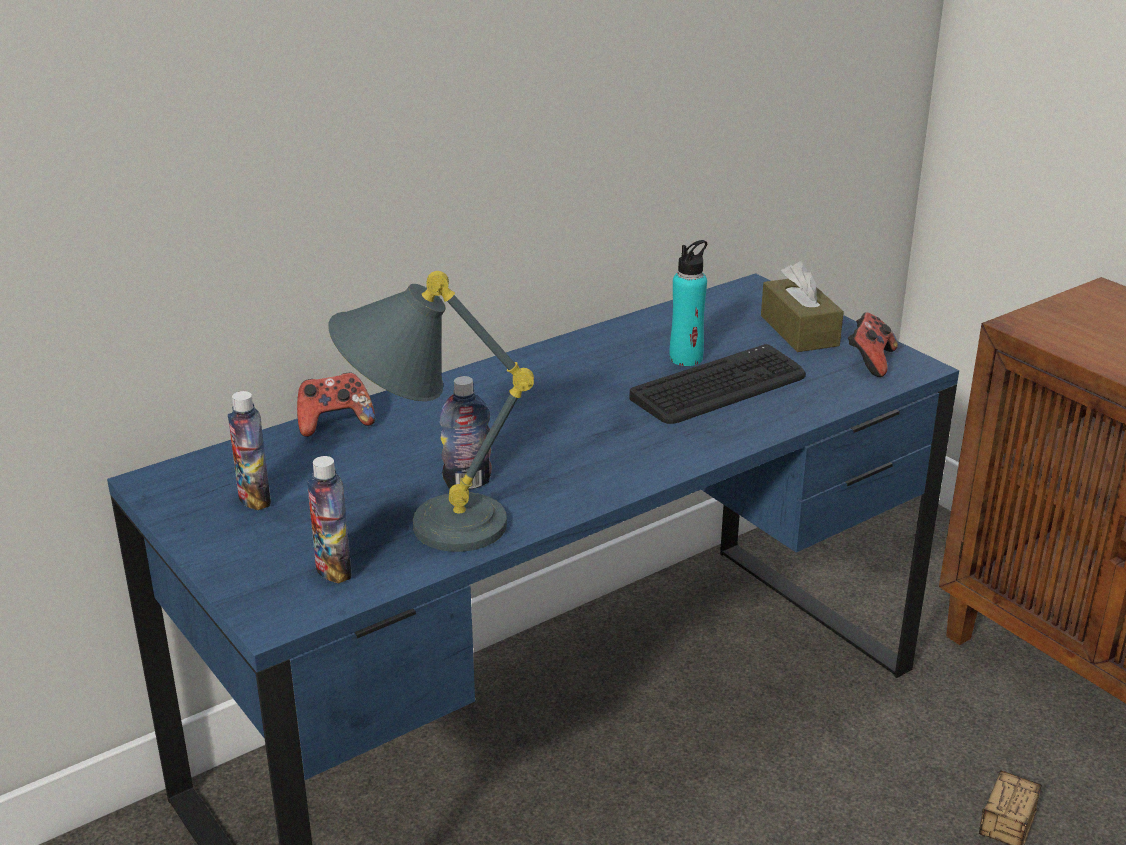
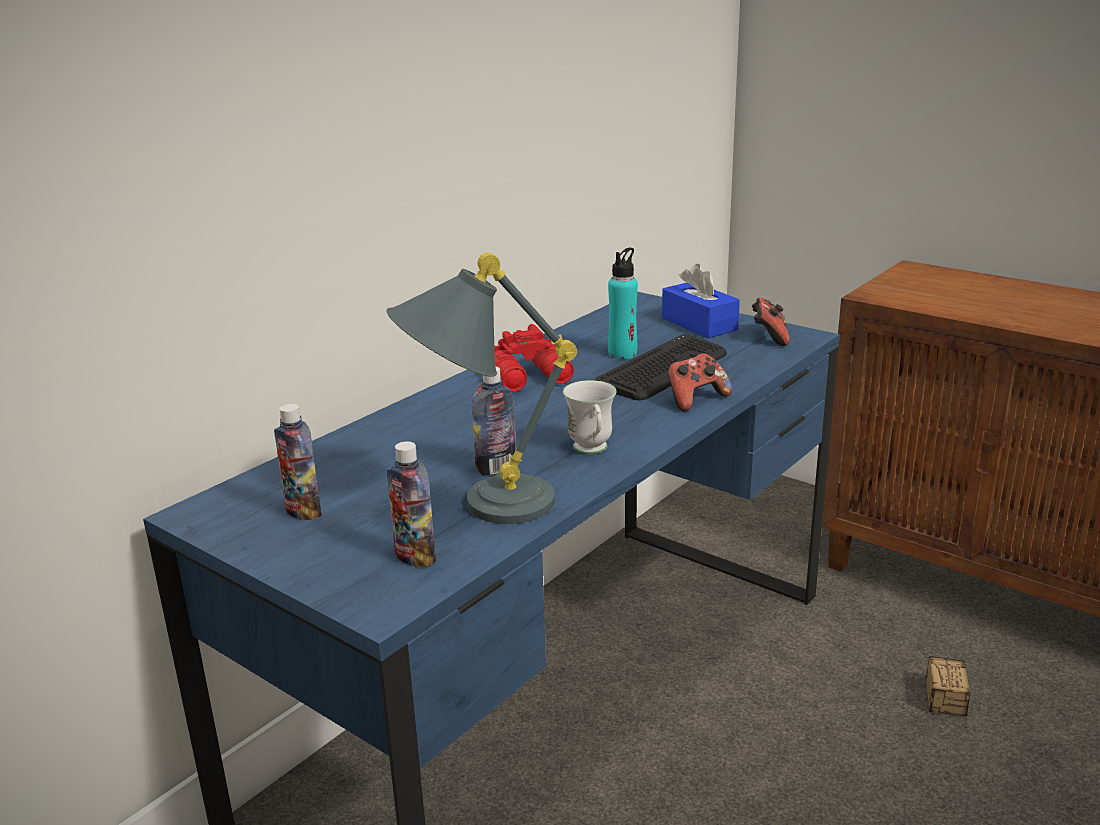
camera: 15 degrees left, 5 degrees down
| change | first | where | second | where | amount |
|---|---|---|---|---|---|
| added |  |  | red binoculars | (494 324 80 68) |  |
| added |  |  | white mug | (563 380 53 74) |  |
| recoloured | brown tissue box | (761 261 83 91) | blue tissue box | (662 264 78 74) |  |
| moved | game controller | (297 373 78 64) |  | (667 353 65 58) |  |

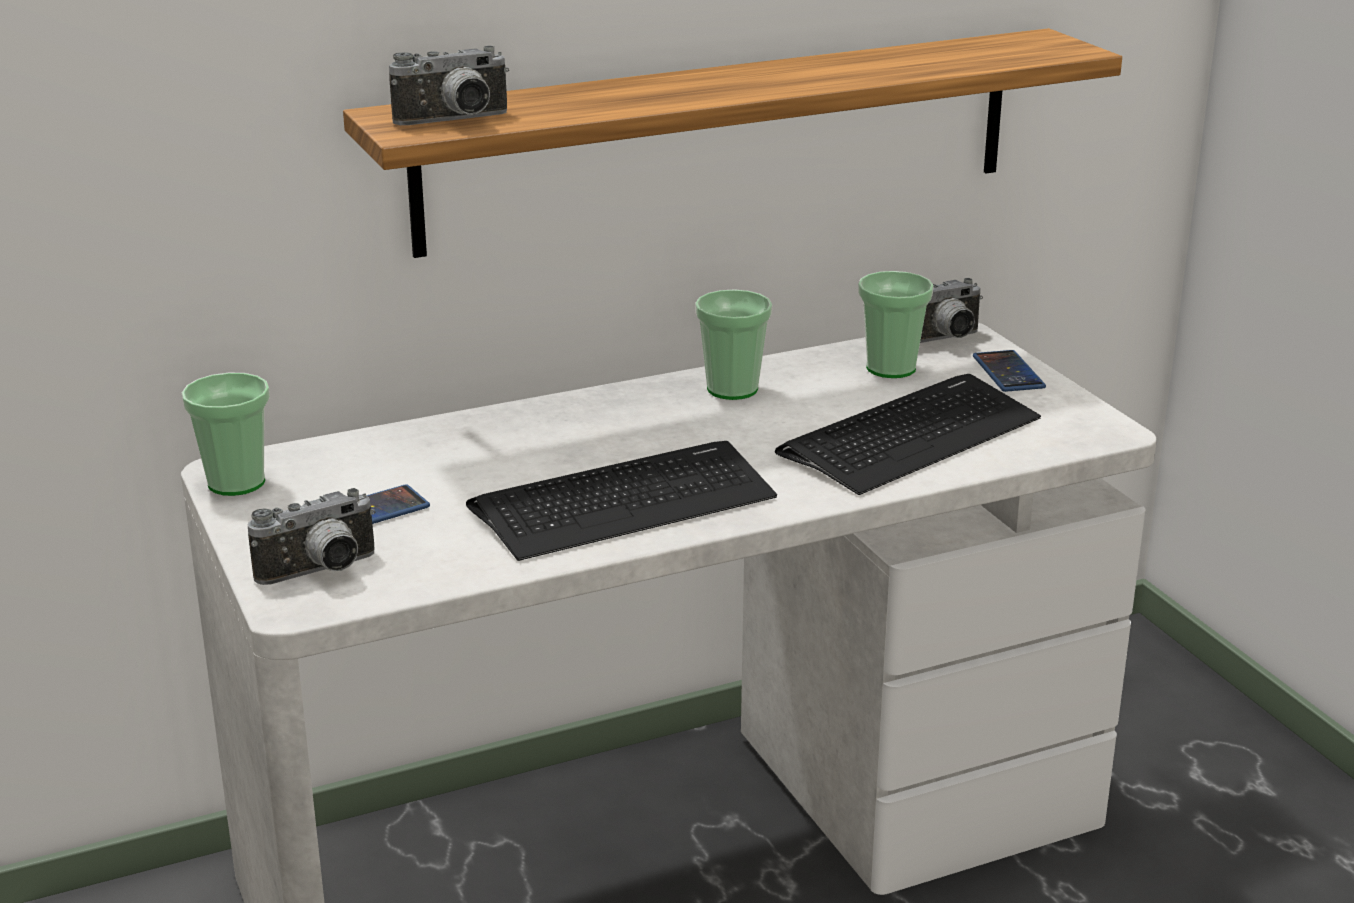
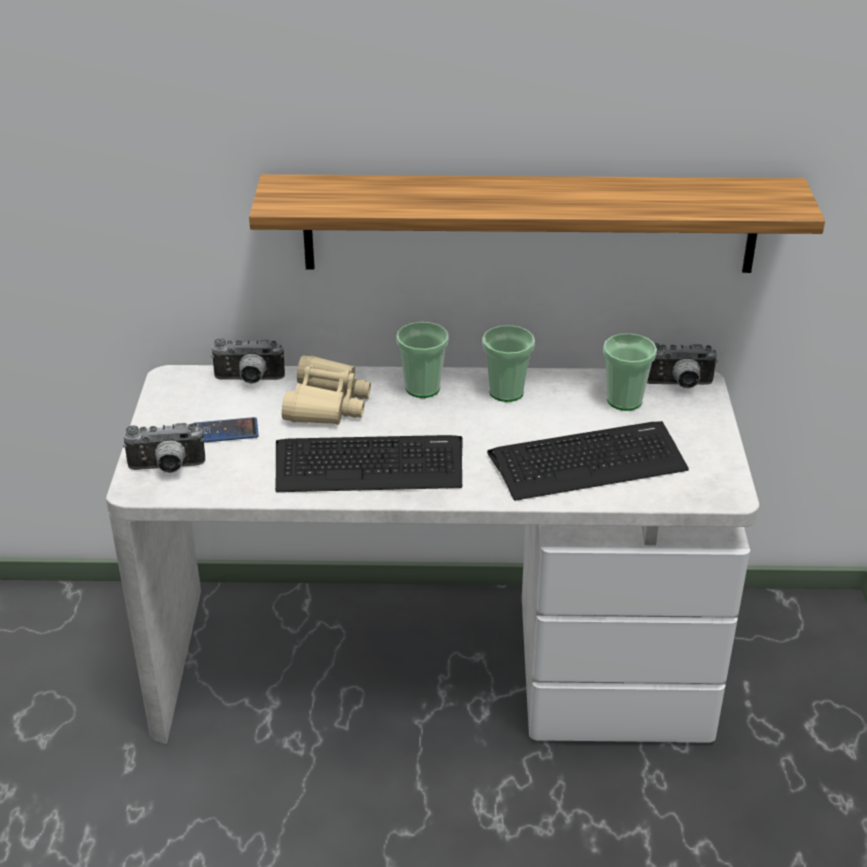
camera: 25 degrees right, 10 degrees up
| change | first | where | second | where | amount |
|---|---|---|---|---|---|
| moved | photo camera | (389 45 120 80) |  | (211 338 74 46) |  |
| added |  |  | beige binoculars | (282 355 89 70) |  |
| moved | cup | (182 373 88 123) |  | (396 322 53 76) |  |
| removed | phone | (973 350 73 42) |  |  |  |

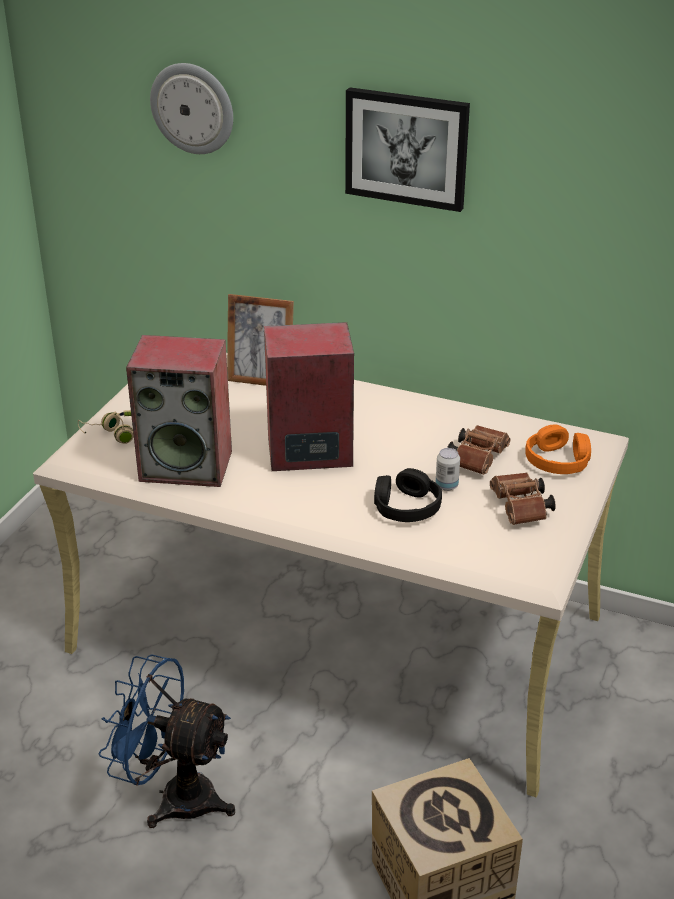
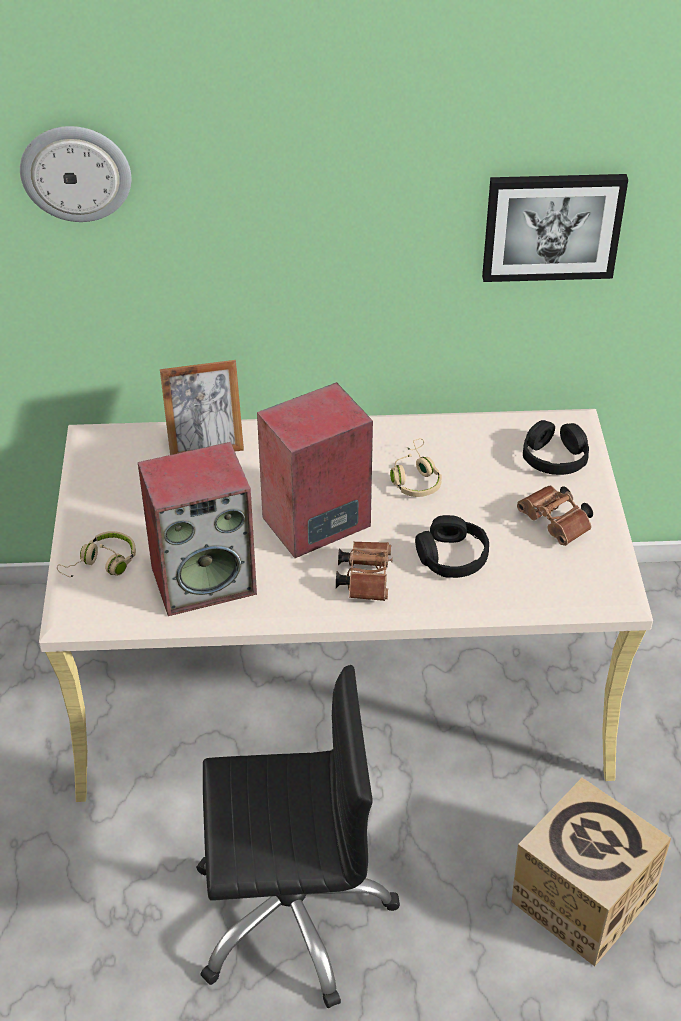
camera: 25 degrees left, 10 degrees up
| change | first | where | second | where | amount |
|---|---|---|---|---|---|
| replaced | blue fan | (99 654 136 174) | black office chair | (197 665 203 343) |  |
| moved | brown binoculars | (447 425 64 50) |  | (336 541 57 60) |  |
| added |  |  | beige headphones | (390 438 52 59) |  |
| moved | picture | (345 87 125 125) |  | (482 174 146 108) |  |
| recoloured | orange headphones | (525 425 66 49) | black headphones | (523 420 66 55) |  |
| removed | can | (436 448 24 43) |  |  |  |

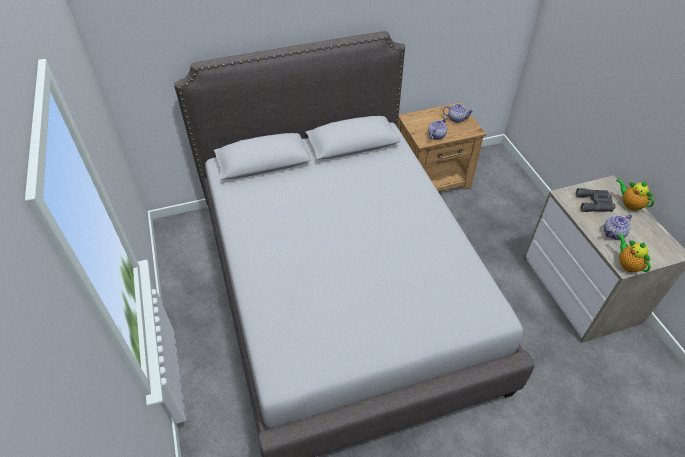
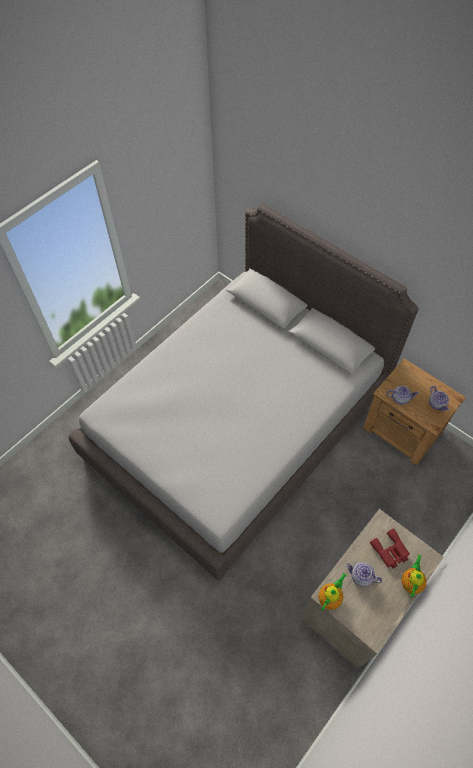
camera: 60 degrees right, 10 degrees up
| change | first | where | second | where | amount |
|---|---|---|---|---|---|
| recoloured | grey binoculars | (576 188 40 24) | red binoculars | (370 528 40 41) |  |

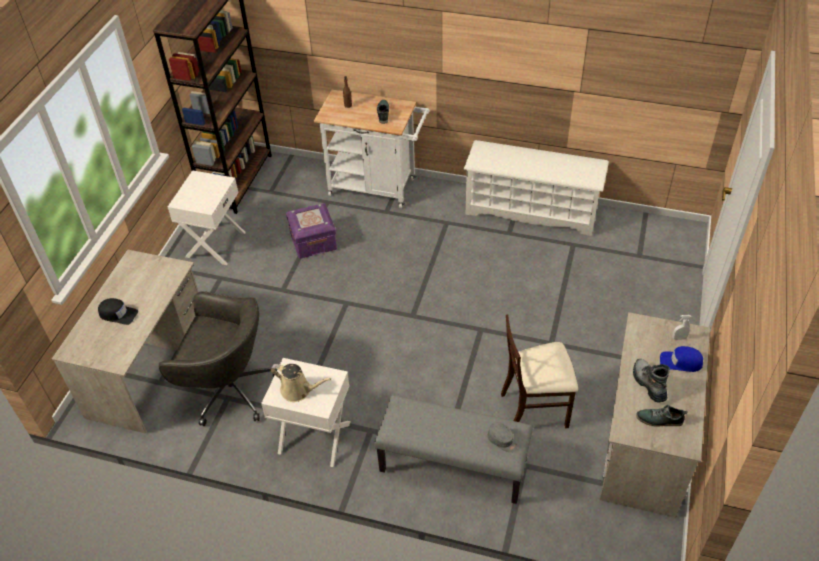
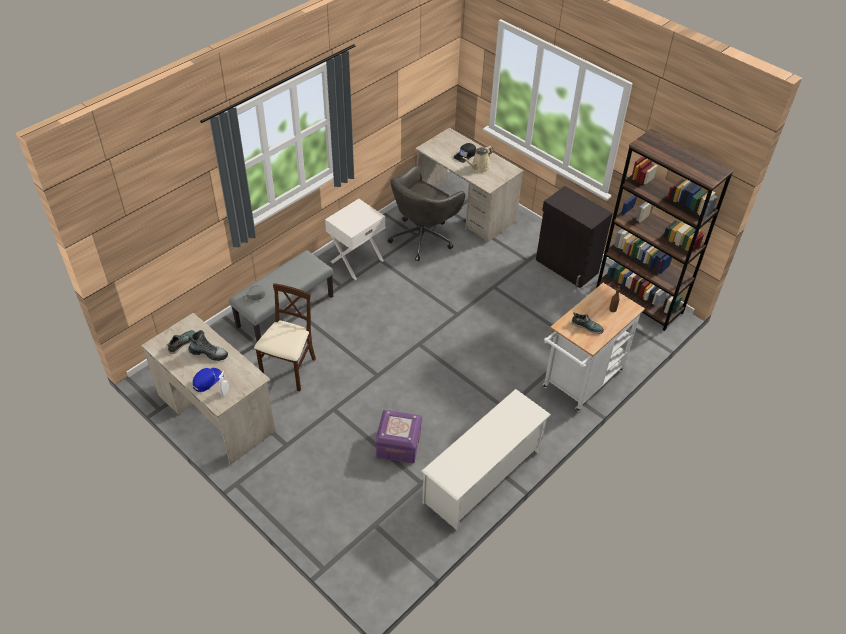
camera: 115 degrees right, 0 degrees up
| change | first | where | second | where | amount |
|---|---|---|---|---|---|
| moved | purple storage box | (286 203 51 56) |  | (375 410 47 53) |  |
| moved | beige watering can | (270 364 61 38) |  | (462 146 31 27) |  |
| replaced | white nightstand | (168 170 78 95) | black cabinet | (536 186 77 102) |  |

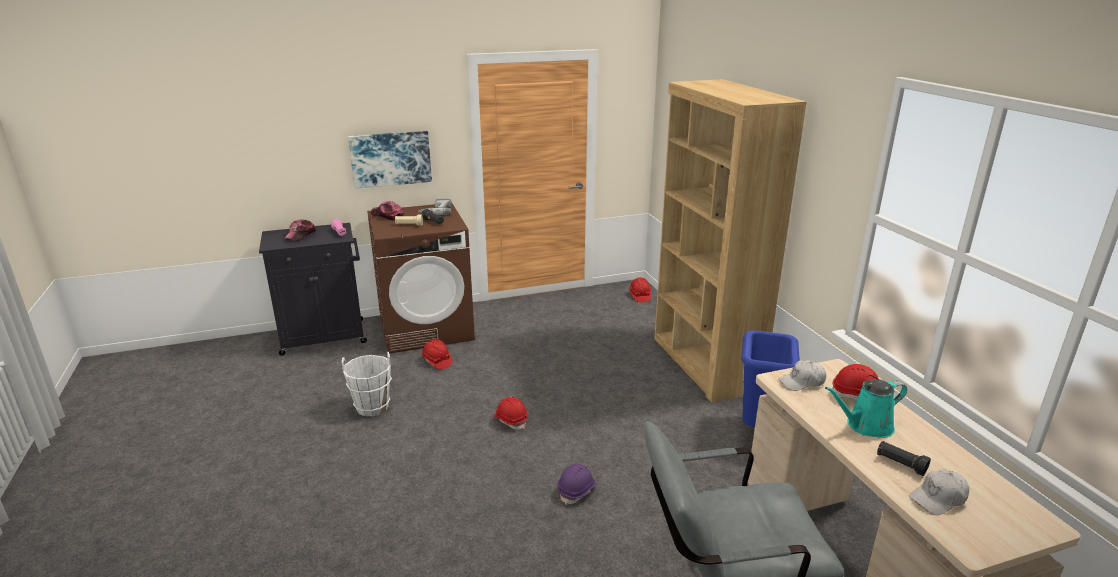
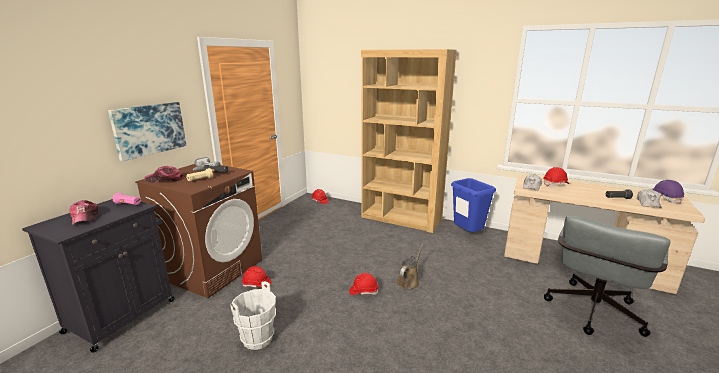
camera: 45 degrees left, 5 degrees down
| change | first | where | second | where | amount |
|---|---|---|---|---|---|
| added |  |  | brown watering can | (397 244 26 45) |  |
| moved | purple hard hat | (557 464 40 41) |  | (652 180 32 24) |  |
| removed | turquoise watering can | (825 379 82 59) |  |  |  |

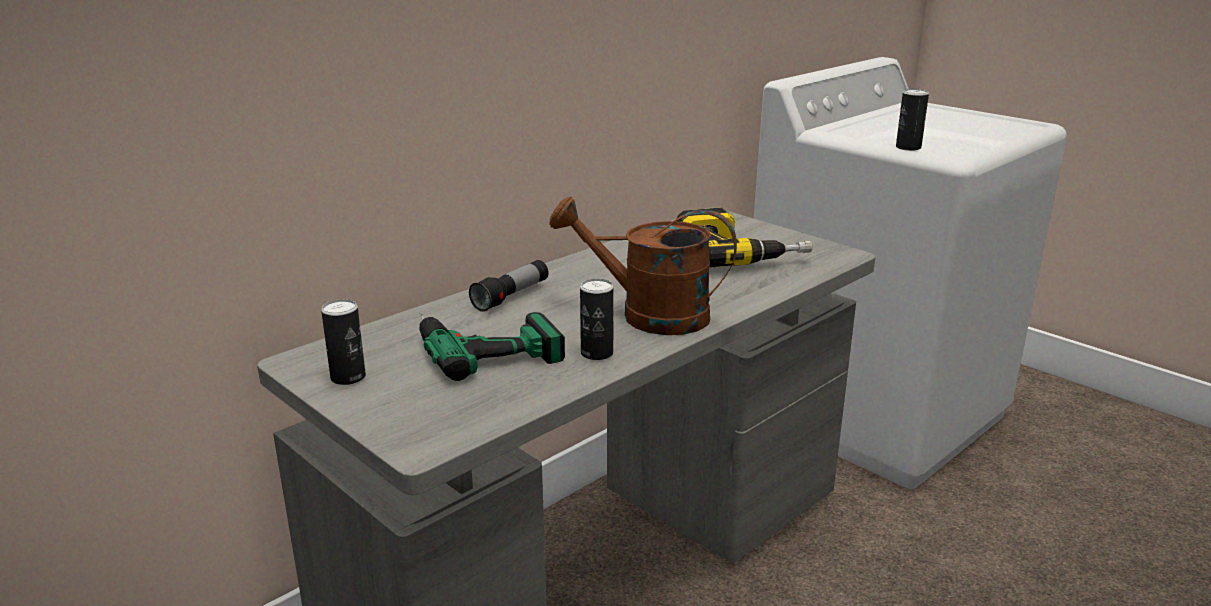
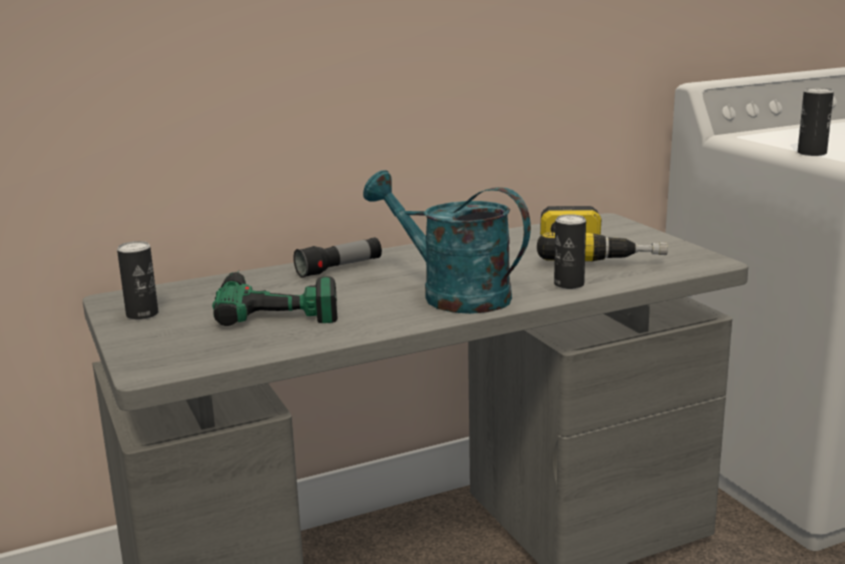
camera: 20 degrees right, 5 degrees down
| change | first | where | second | where | amount |
|---|---|---|---|---|---|
| recoloured | brown watering can | (549 197 188 138) | turquoise watering can | (363 170 168 144) |  |
| moved | can | (580 279 34 81) |  | (554 214 32 75) |  |

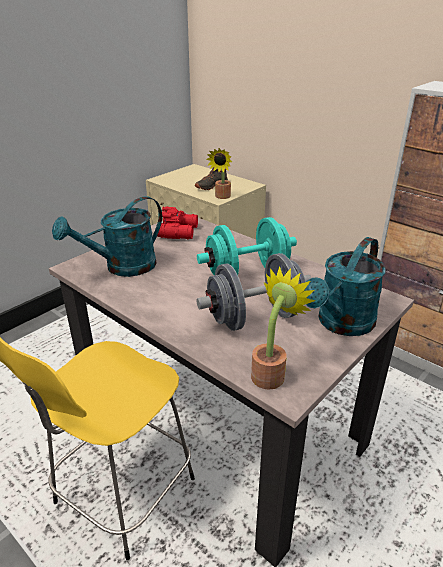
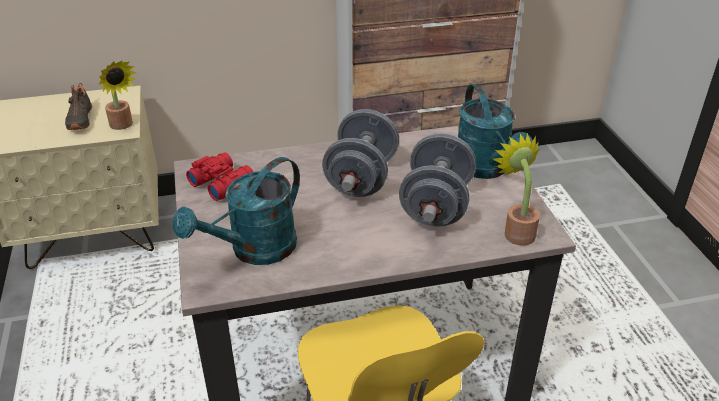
camera: 55 degrees left, 5 degrees up
| change | first | where | second | where | amount |
|---|---|---|---|---|---|
| turned | turquoise watering can | (52 196 110 81) |  | (173 157 127 108) | 45 degrees clockwise |
| recoloured | turquoise dumbbell | (197 217 100 58) | grey dumbbell | (322 109 77 88) |  |

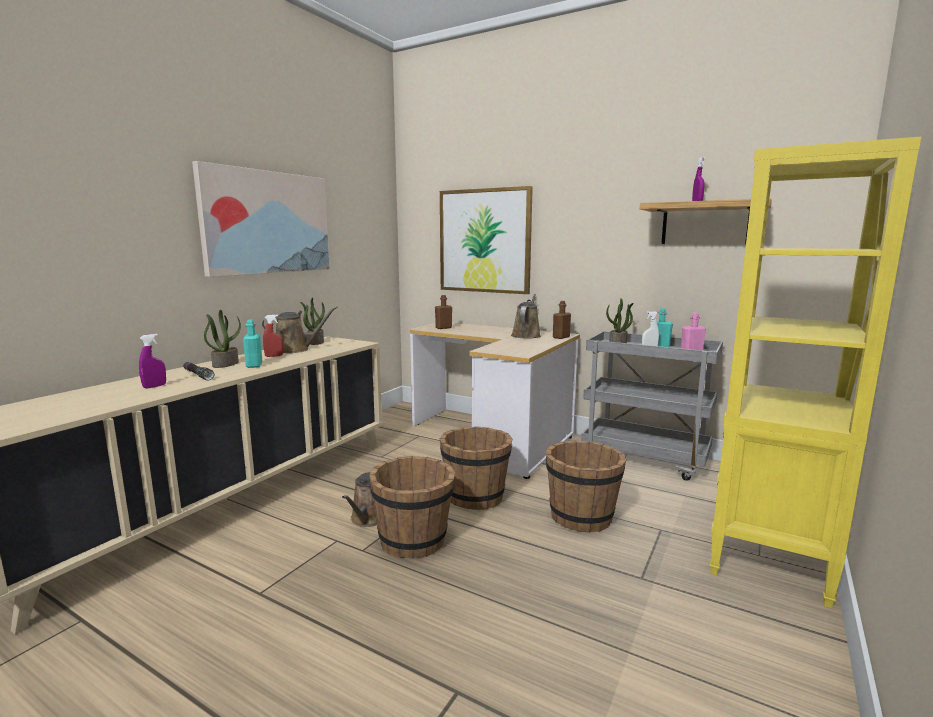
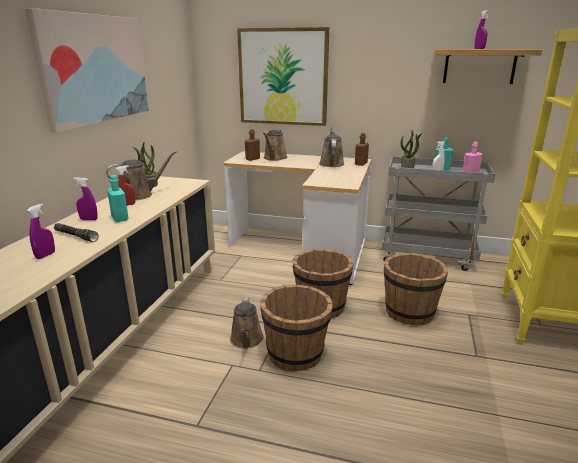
camera: 15 degrees left, 10 degrees up
| change | first | where | second | where | amount |
|---|---|---|---|---|---|
| replaced | potted plant | (204 310 37 58) | purple spray bottle | (74 177 24 43) |  |
| added |  |  | brown watering can | (263 130 24 31) |  |

